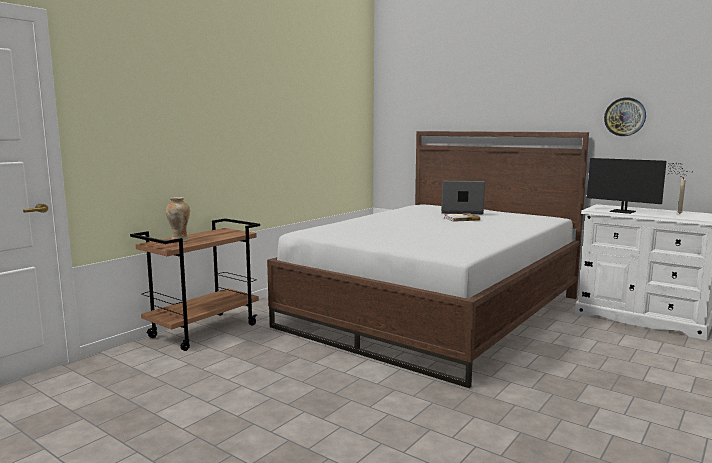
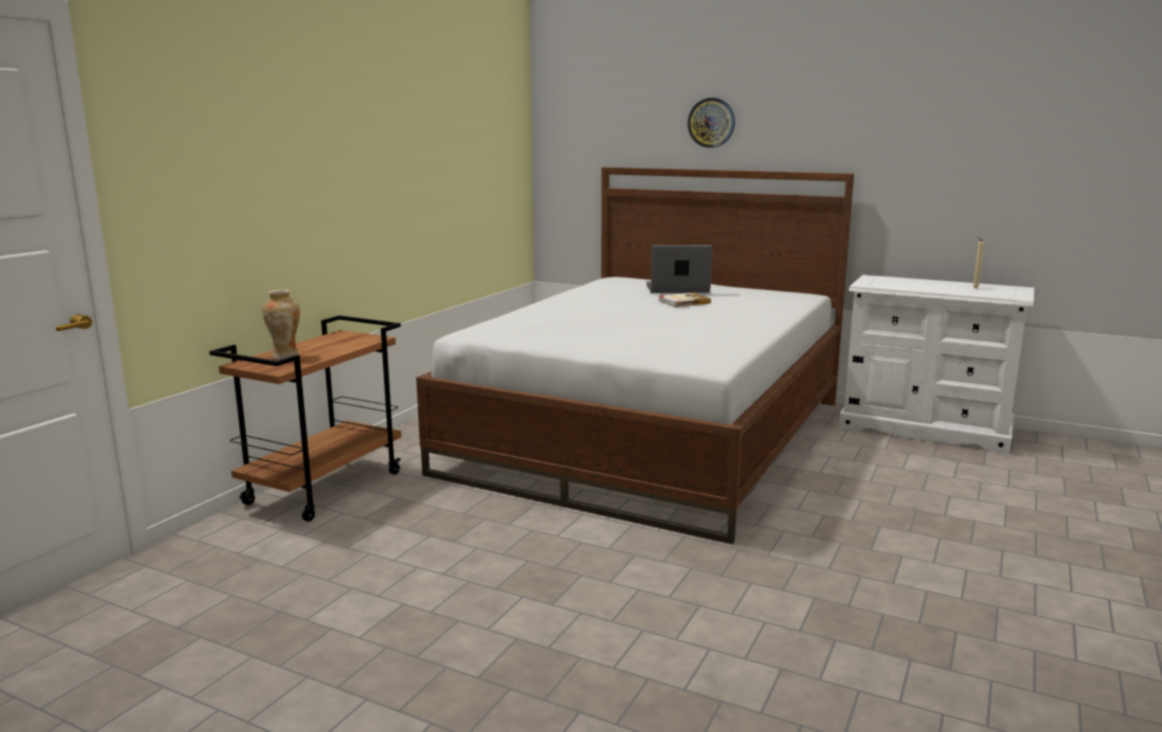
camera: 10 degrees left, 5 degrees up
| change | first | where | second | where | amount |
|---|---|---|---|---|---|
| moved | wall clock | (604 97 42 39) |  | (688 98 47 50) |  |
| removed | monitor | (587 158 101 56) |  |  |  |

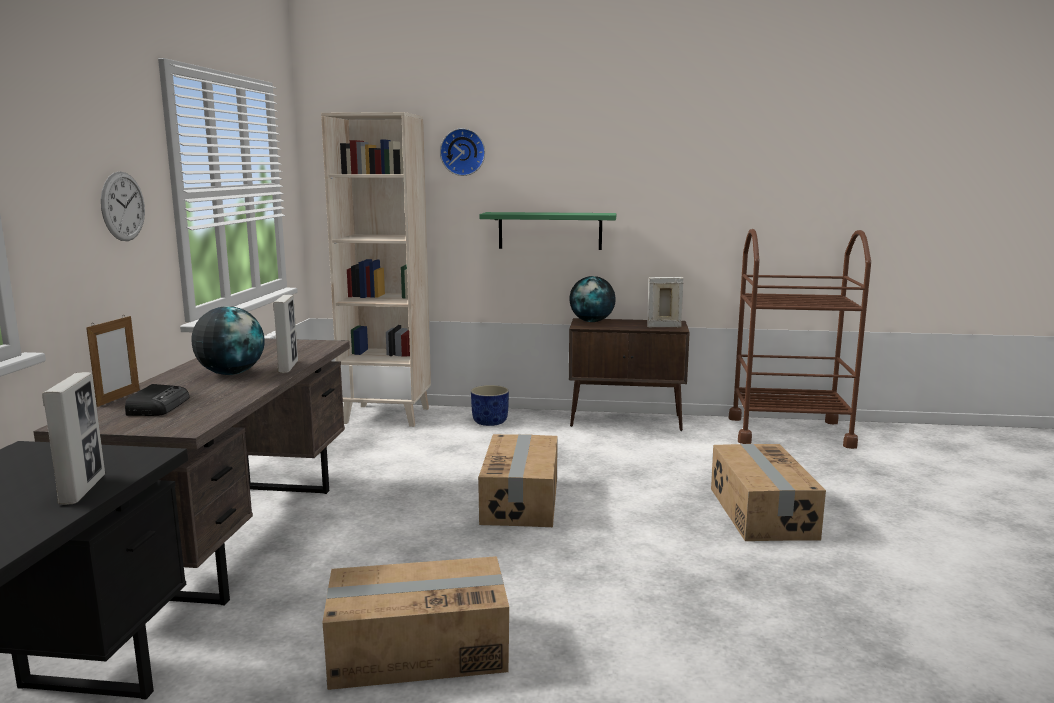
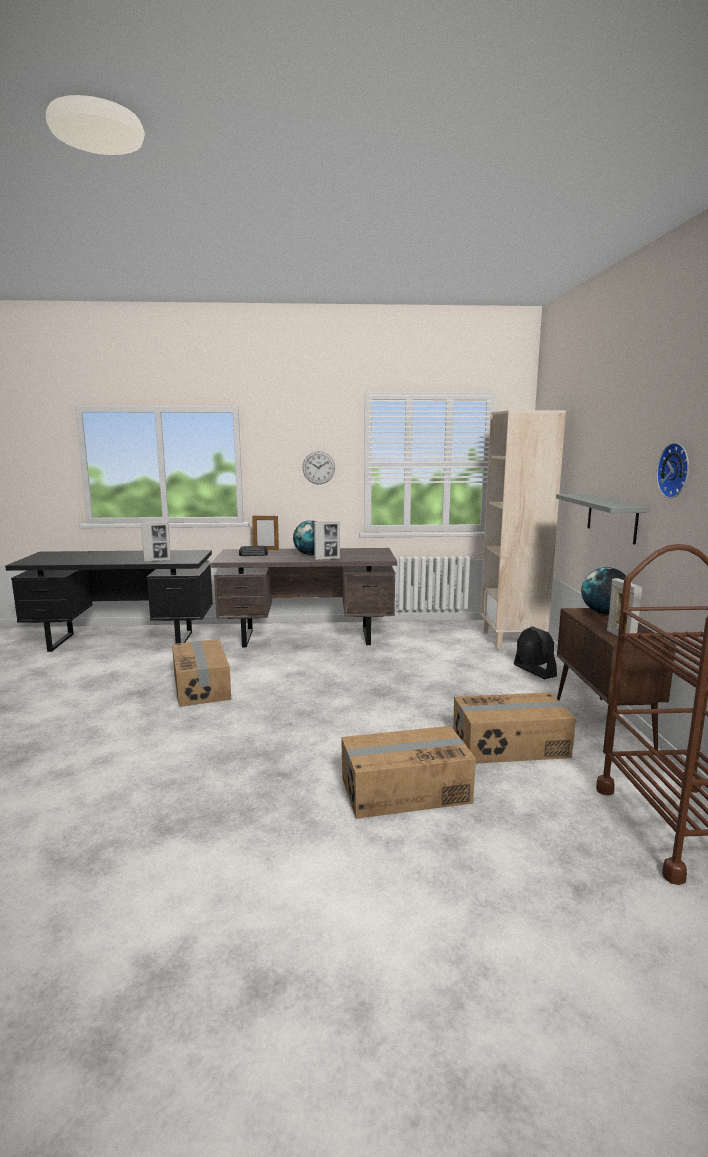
camera: 80 degrees right, 0 degrees up
| change | first | where | second | where | amount |
|---|---|---|---|---|---|
| moved | cardboard box | (478 434 80 93) |  | (453 692 123 71) |  |
| replaced | blue planter | (471 385 38 41) | black fan | (514 626 43 53) |  |
| recoloured | green shelf | (479 212 137 38) | grey shelf | (556 494 91 51) |  |
| moved | wall clock | (440 128 45 48) |  | (656 443 33 55) |  |

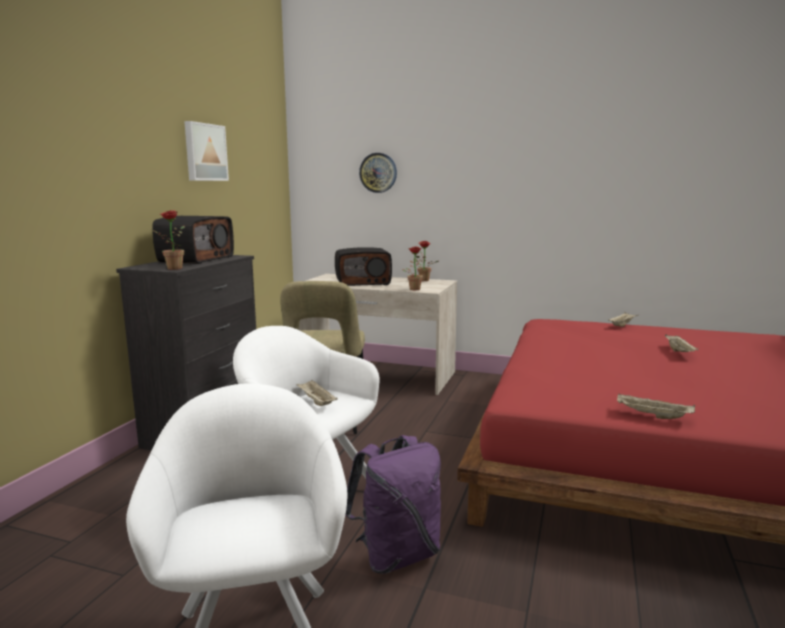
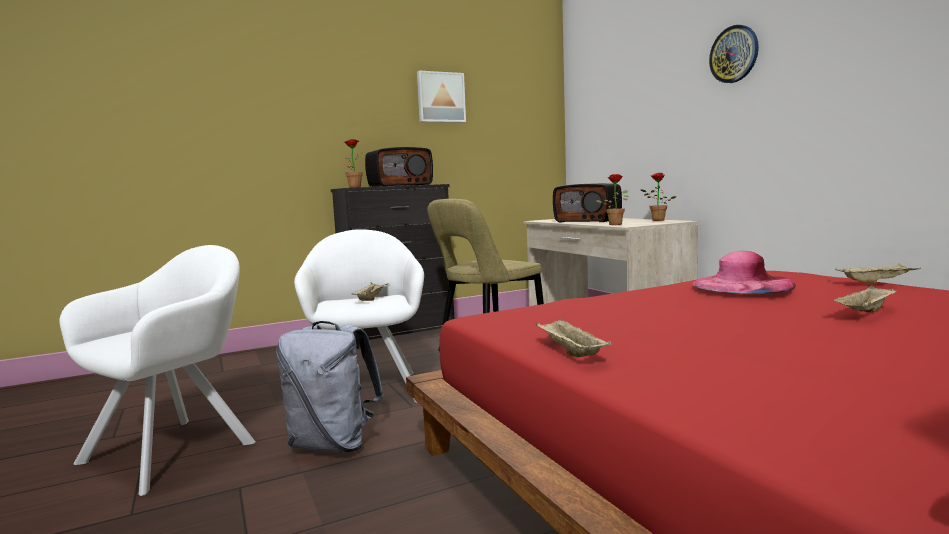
camera: 45 degrees right, 5 degrees down
| change | first | where | second | where | amount |
|---|---|---|---|---|---|
| recoloured | purple backpack | (345 435 96 139) | grey backpack | (276 321 108 131) |  |
| added |  |  | pink hat | (693 251 103 43) |  |
| moved | wall clock | (359 153 38 40) |  | (709 25 50 58) |  |

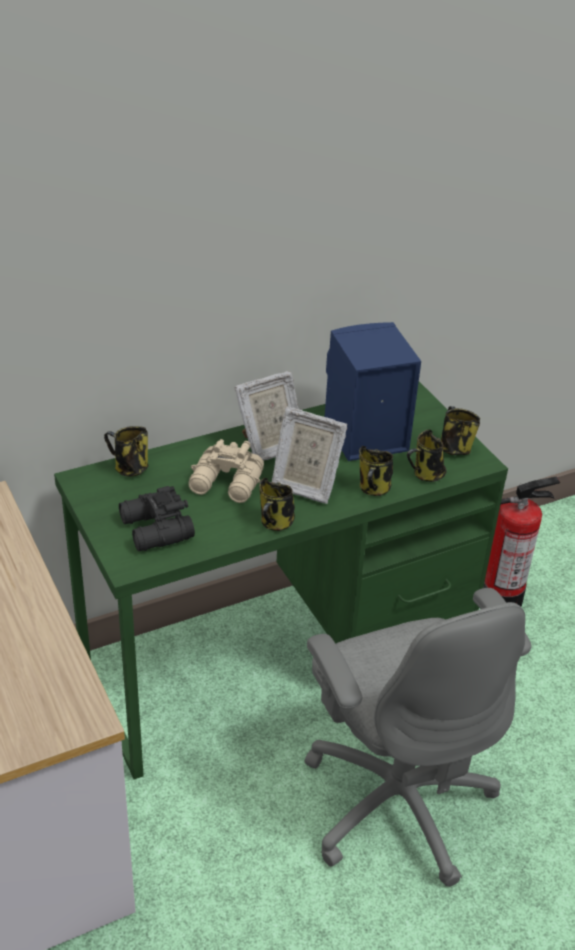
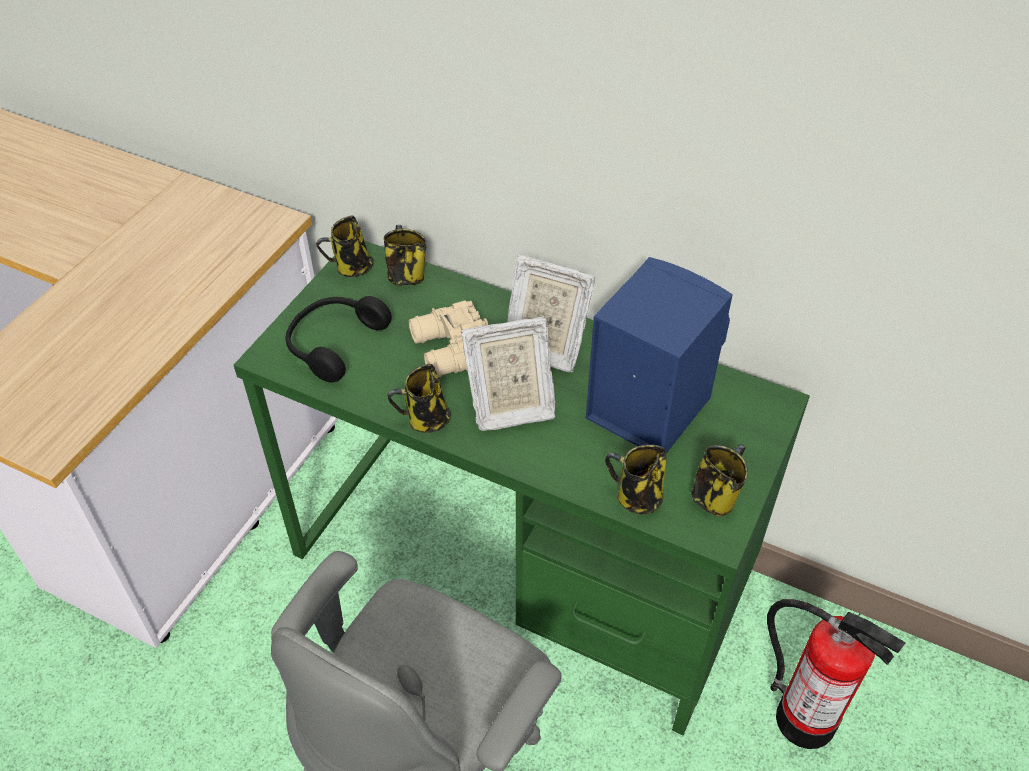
camera: 55 degrees right, 10 degrees up
| change | first | where | second | where | amount |
|---|---|---|---|---|---|
| replaced | black binoculars | (119 486 76 65) | black headphones | (286 296 106 86) |  |
| moved | mug | (359 446 34 50) |  | (316 216 57 61) |  |
| turned | picture frame | (272 407 75 97) |  | (461 316 95 115) | 90 degrees counterclockwise |

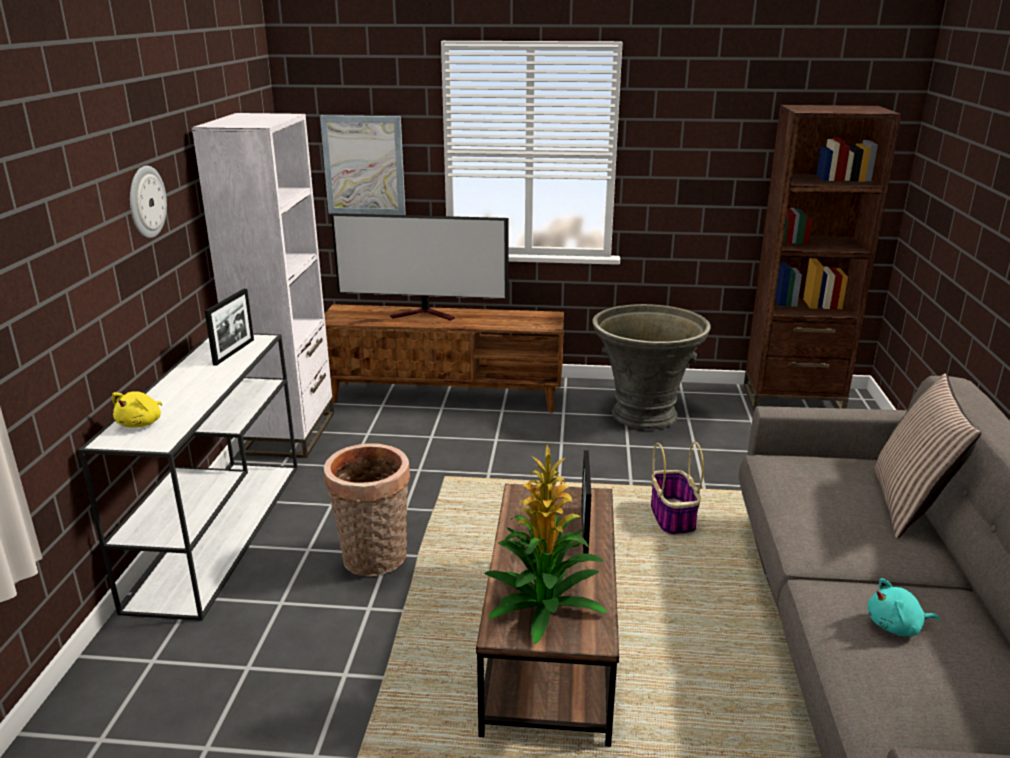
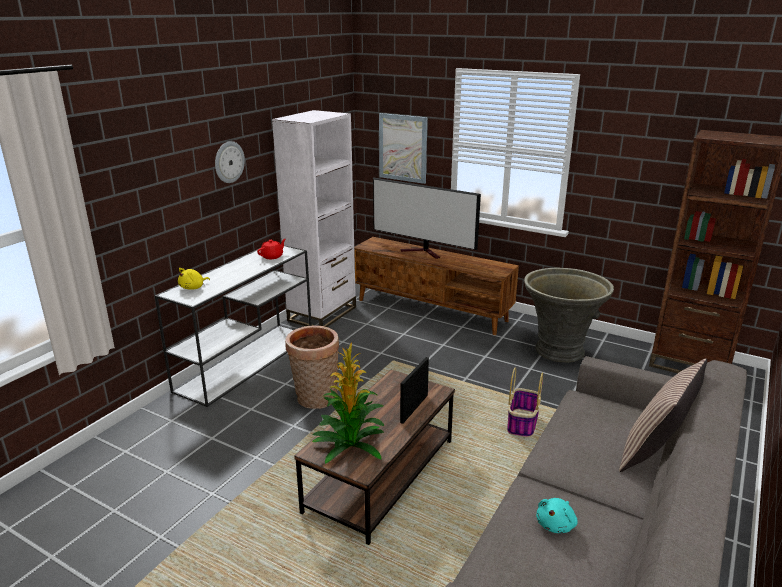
camera: 25 degrees right, 0 degrees up
| change | first | where | second | where | amount |
|---|---|---|---|---|---|
| replaced | picture frame | (205 289 49 77) | red teapot | (257 239 29 20) |  |
| turned | turquoise plush toy | (868 578 71 58) |  | (536 498 42 35) | 75 degrees counterclockwise |

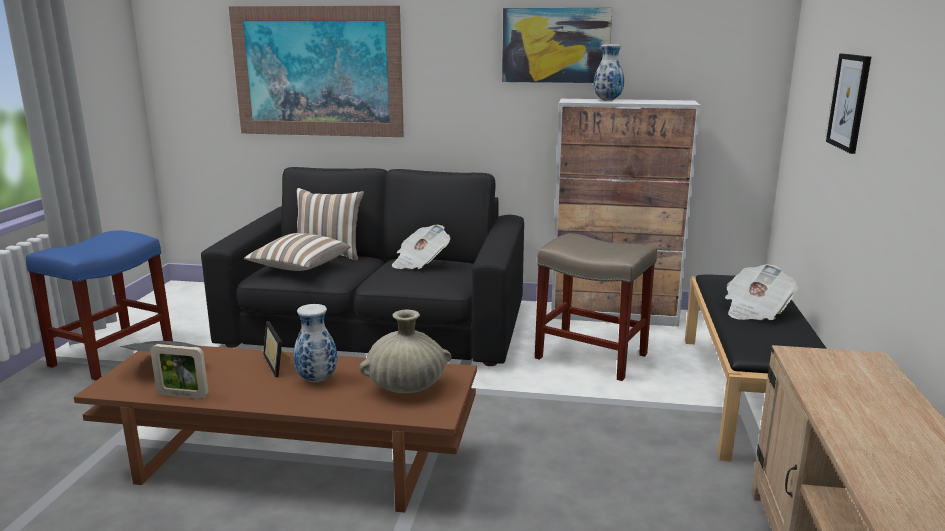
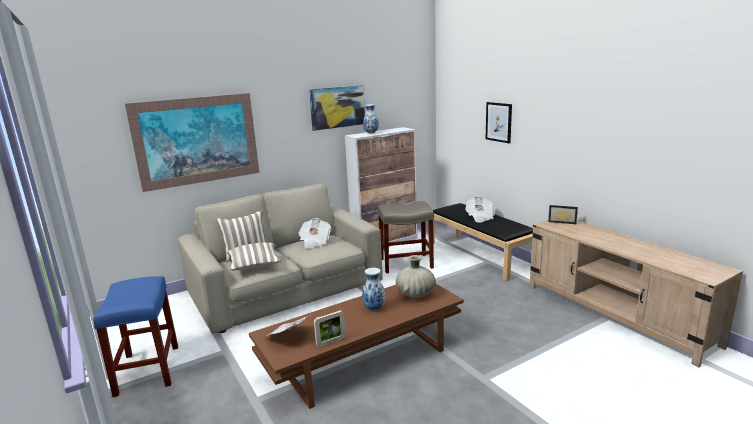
camera: 40 degrees left, 0 degrees up
| change | first | where | second | where | amount |
|---|---|---|---|---|---|
| recoloured | black sofa | (201 167 323 199) | beige sofa | (178 183 205 151) |  |
| moved | picture frame | (263 321 28 56) |  | (548 205 30 19) |  |

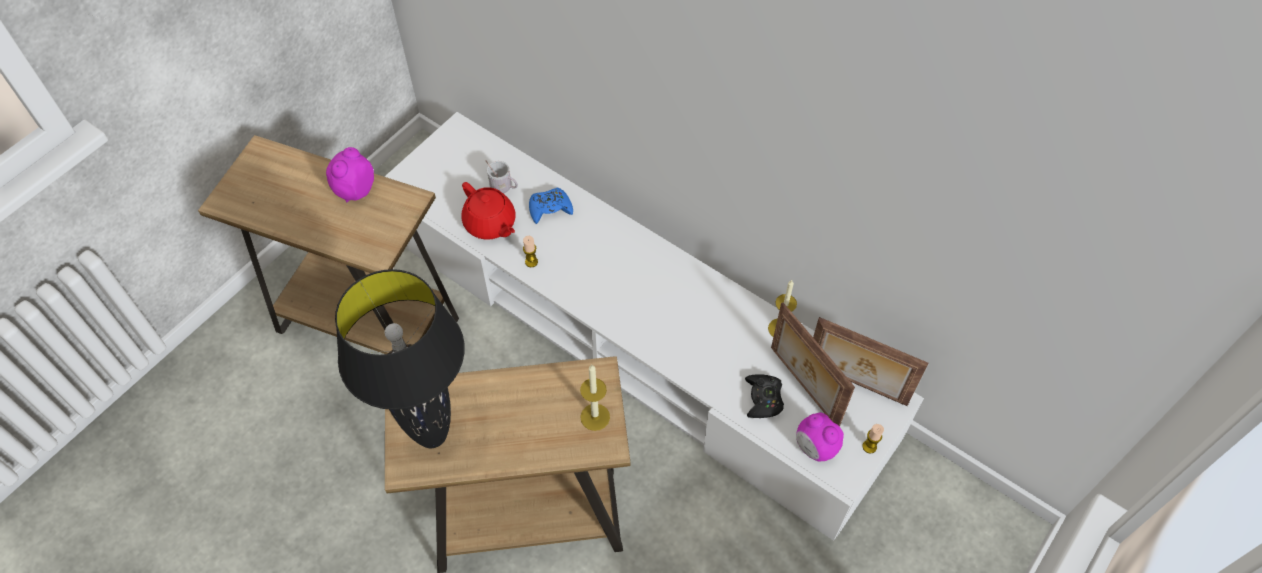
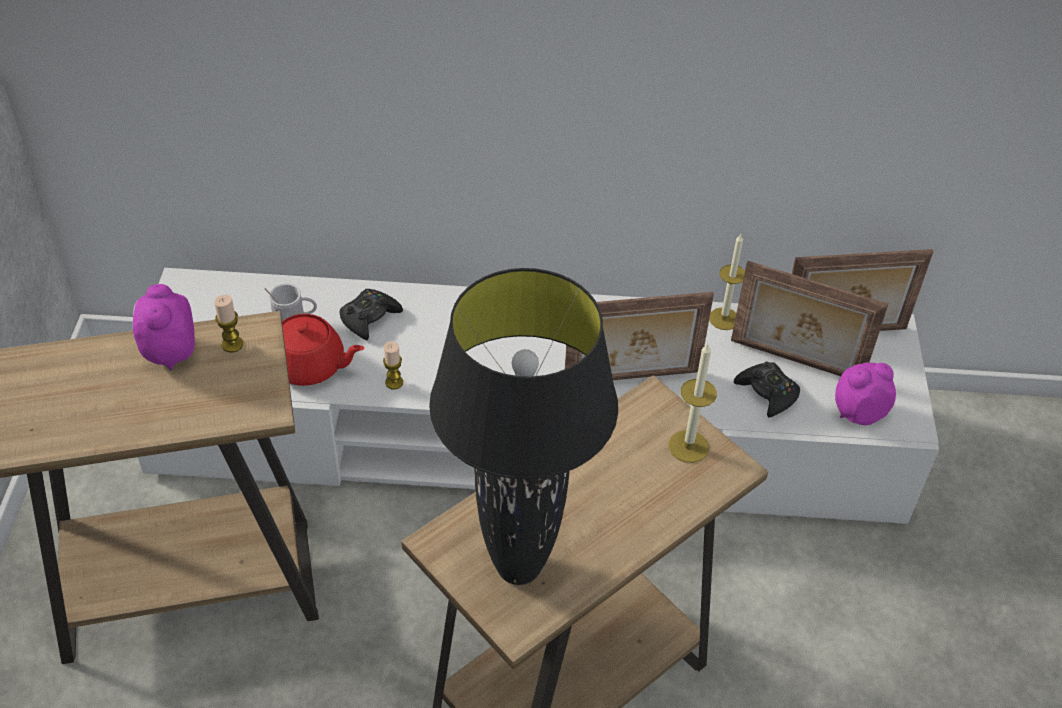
camera: 35 degrees left, 10 degrees down
| change | first | where | second | where | amount |
|---|---|---|---|---|---|
| moved | candle | (863 424 21 30) |  | (214 295 29 58) |  |
| recoloured | blue game controller | (529 188 44 36) | black game controller | (340 289 63 51) |  |
| added |  |  | picture frame | (565 292 149 88) |  |
| turned | alarm clock | (796 413 48 48) |  | (835 362 61 63) | 150 degrees clockwise |

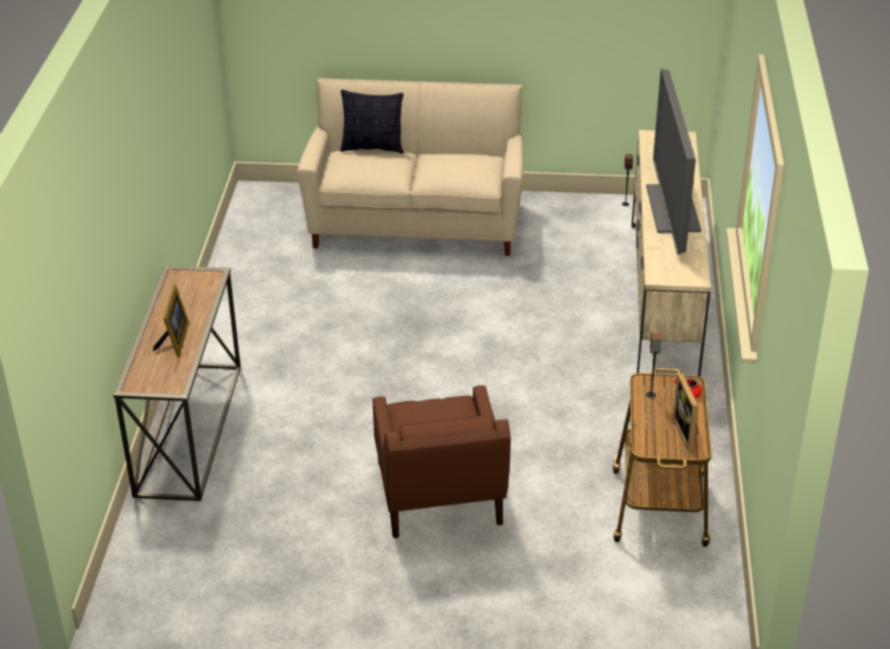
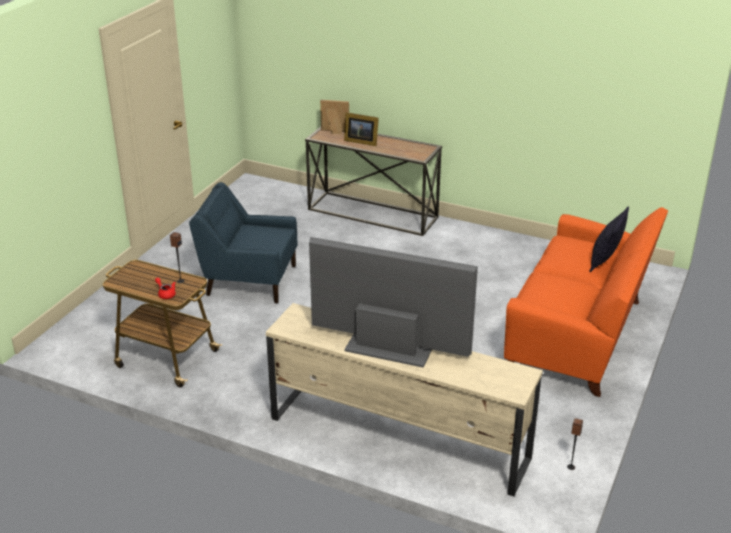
camera: 110 degrees right, 5 degrees down
| change | first | where | second | where | amount |
|---|---|---|---|---|---|
| recoloured | brown armchair | (373 385 138 153) | blue armchair | (189 182 109 122) |  |
| moved | picture frame | (673 373 26 78) |  | (320 100 29 34) |  |
| recoloured | beige sofa | (297 78 226 178) | orange sofa | (504 207 164 190) |  |

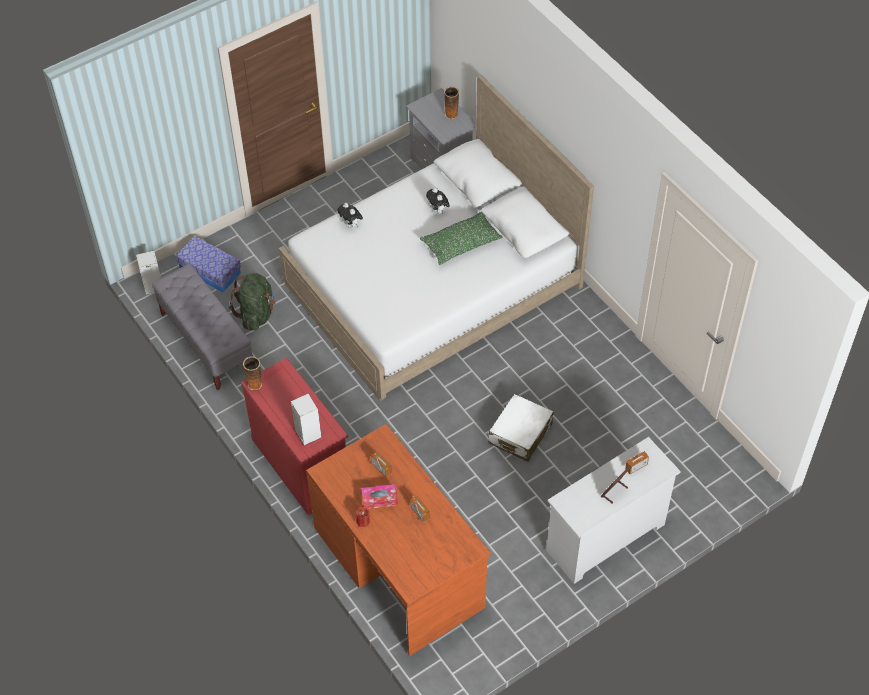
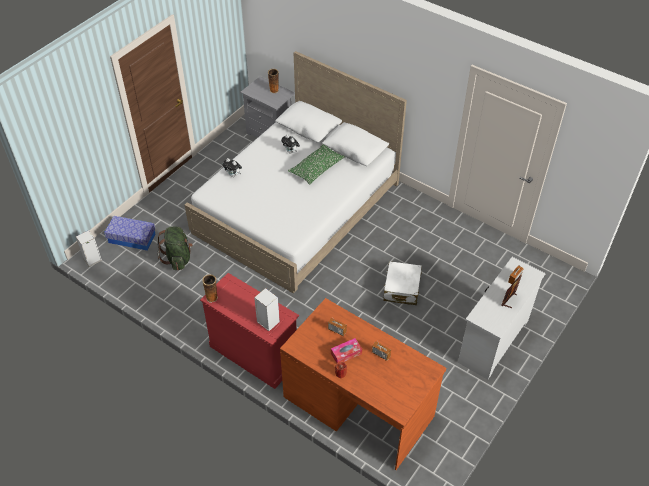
camera: 20 degrees left, 5 degrees down
| change | first | where | second | where | amount |
|---|---|---|---|---|---|
| removed | grey bench | (152 264 101 126) |  |  |  |

